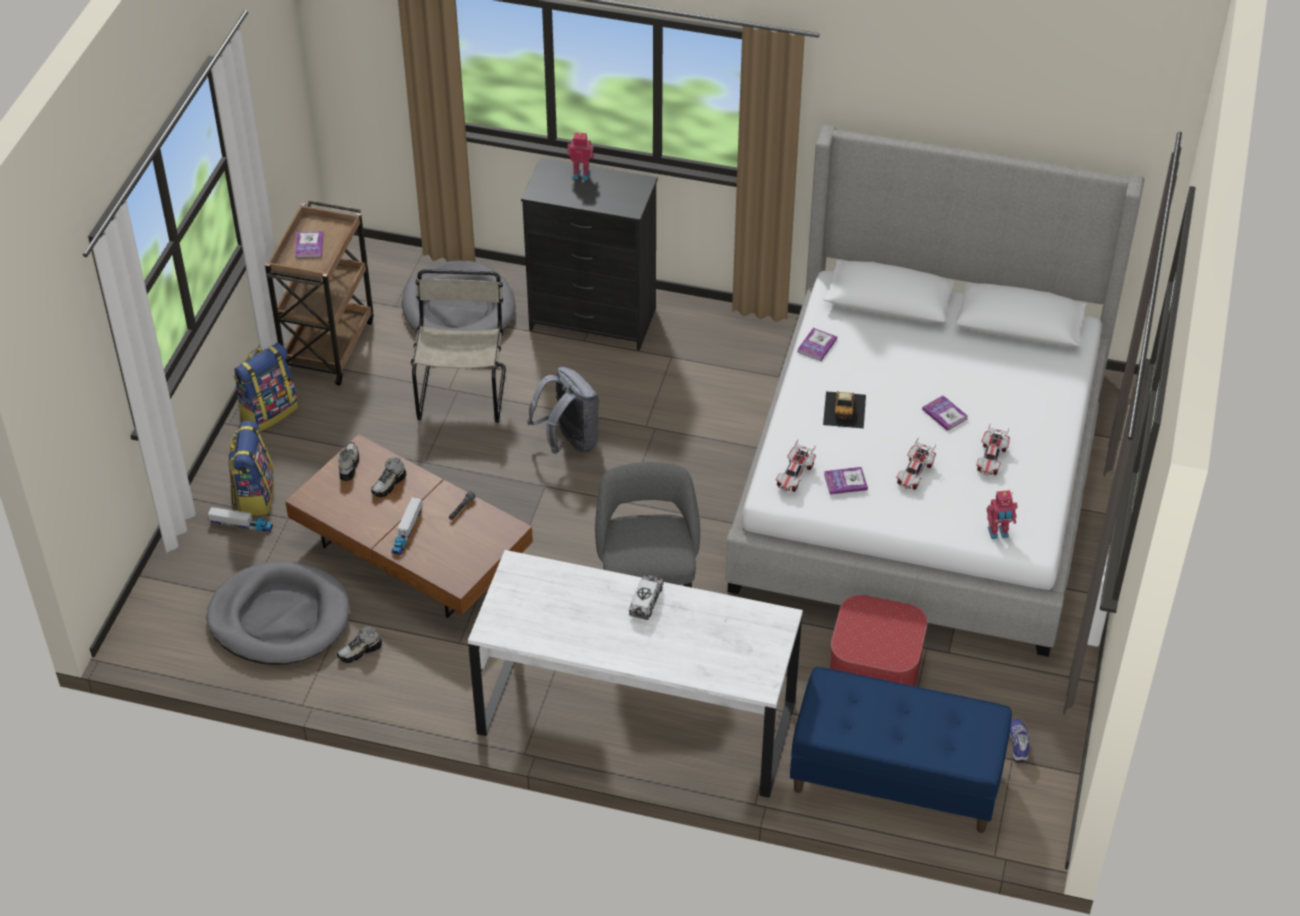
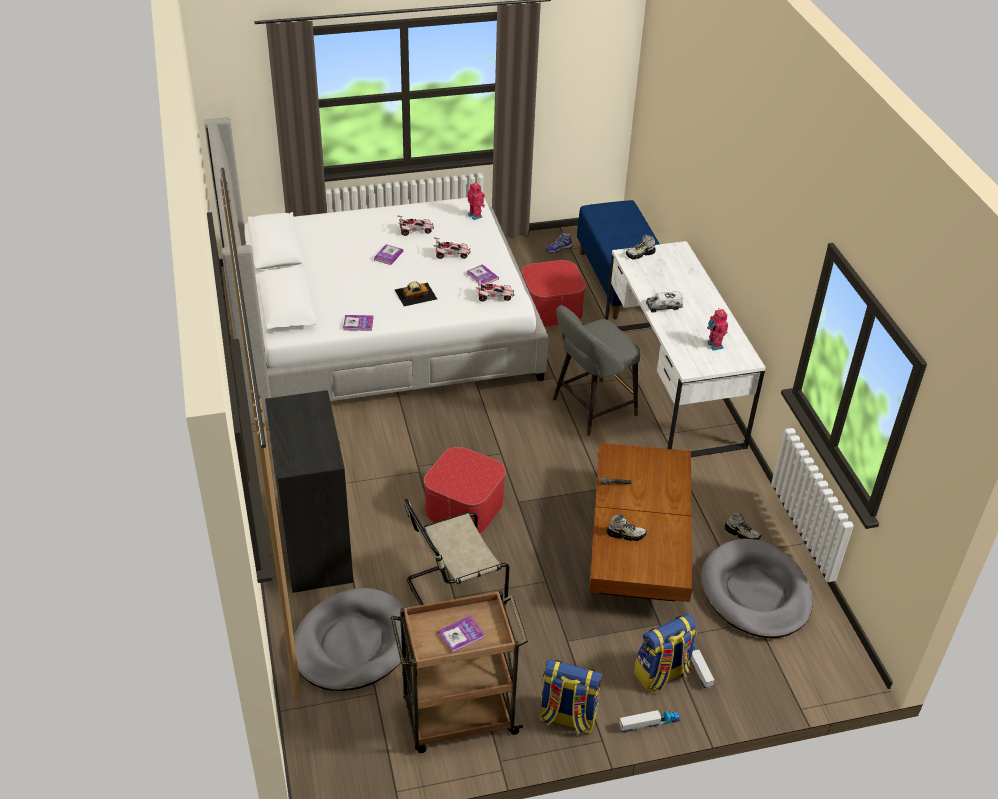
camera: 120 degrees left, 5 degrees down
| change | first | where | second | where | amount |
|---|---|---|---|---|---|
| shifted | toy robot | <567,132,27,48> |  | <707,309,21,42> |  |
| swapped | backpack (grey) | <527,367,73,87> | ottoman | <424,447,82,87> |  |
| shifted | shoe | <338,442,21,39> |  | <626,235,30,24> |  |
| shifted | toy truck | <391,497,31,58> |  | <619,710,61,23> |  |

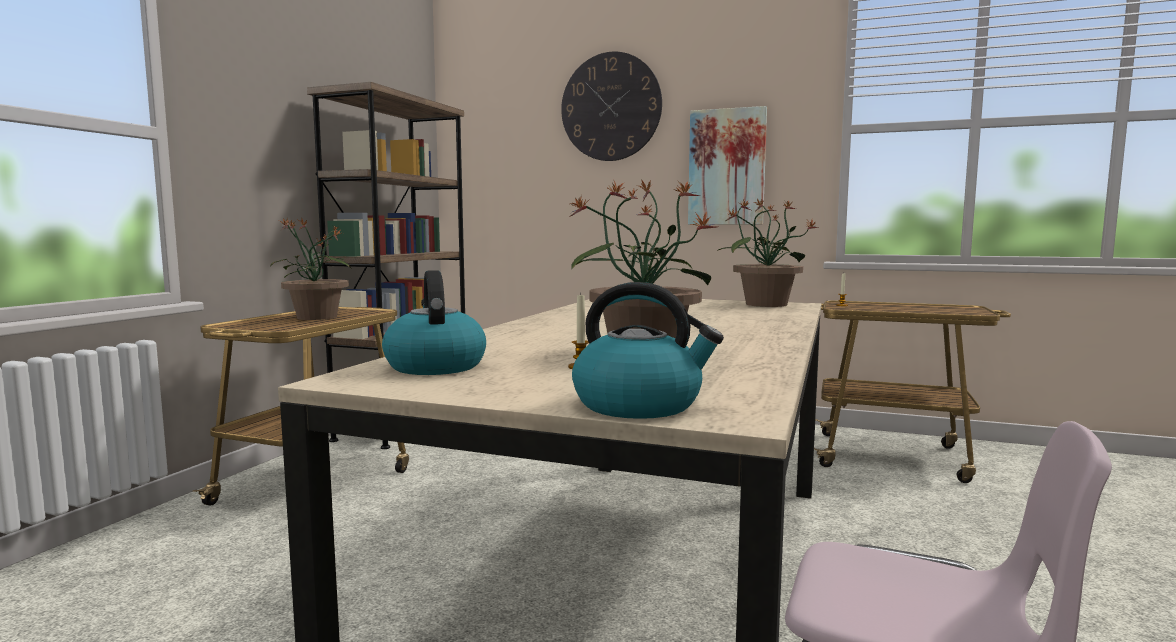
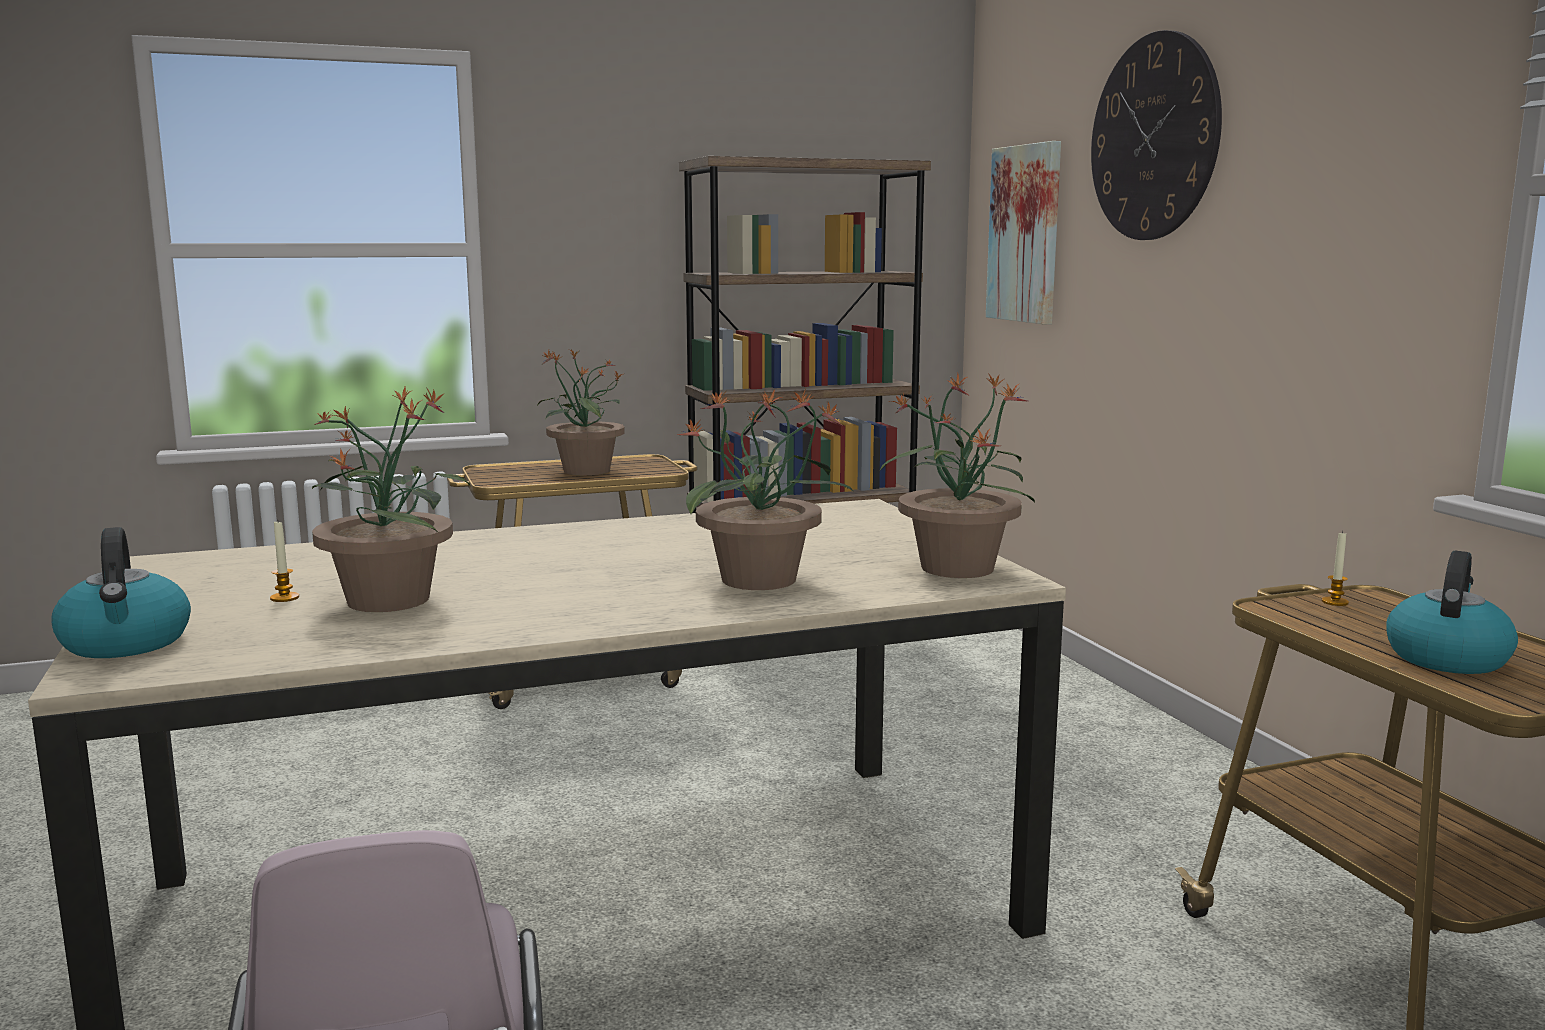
camera: 50 degrees right, 5 degrees up
| change | first | where | second | where | amount |
|---|---|---|---|---|---|
| shifted | picture | <688,106,79,119> |  | <986,141,75,183> |  |
| shifted | kettle | <382,270,104,105> |  | <1386,551,132,123> |  |
| new |  |  | potted plant | <677,389,177,201> |  |

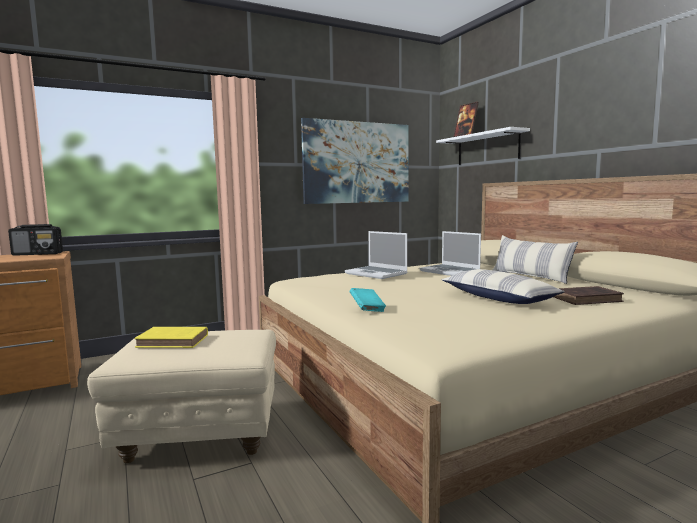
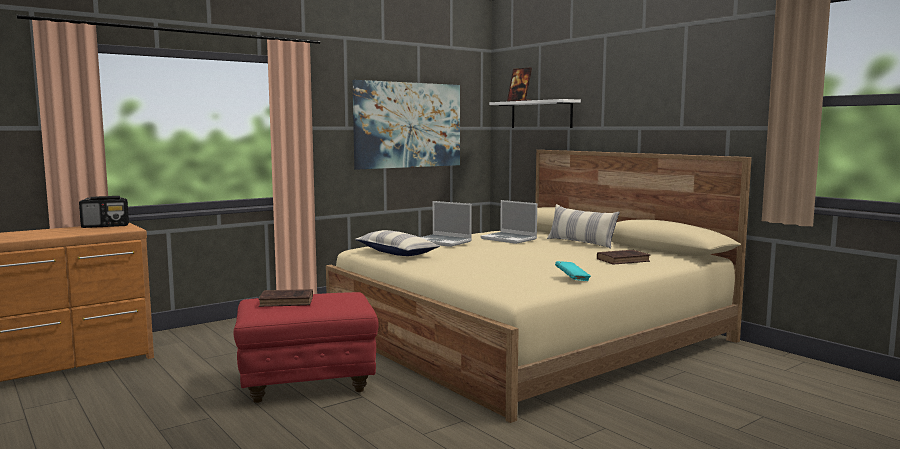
camera: 10 degrees left, 0 degrees up
| change | first | where | second | where | amount |
|---|---|---|---|---|---|
| shifted | pillow | <441,269,124,35> |  | <355,230,85,26> |  |
| shifted | book (turquoise) | <350,288,36,24> |  | <555,261,36,20> |  |
| repainted | book (yellow) | <134,327,74,21> | book (brown) | <259,289,54,18> |  |
| repainted | ottoman (beige) | <87,330,189,133> | ottoman (red) | <234,292,145,111> |  |

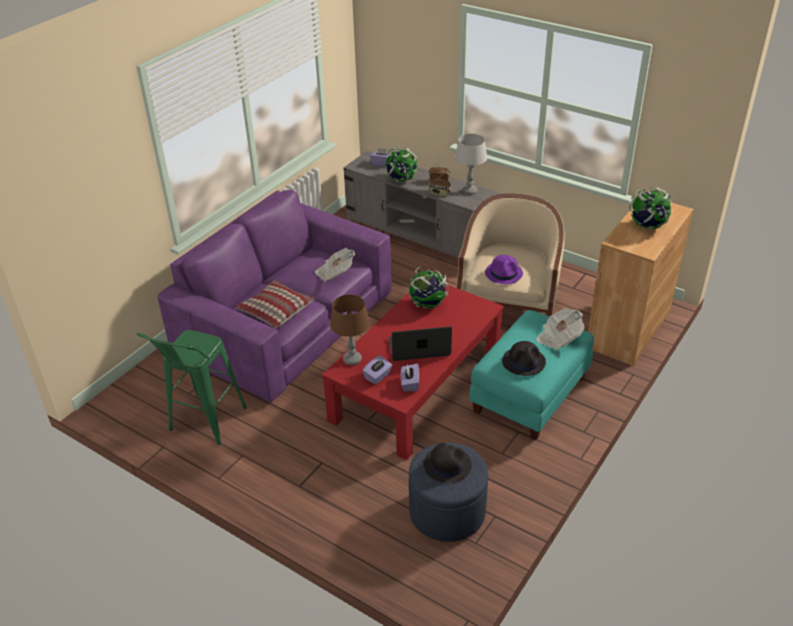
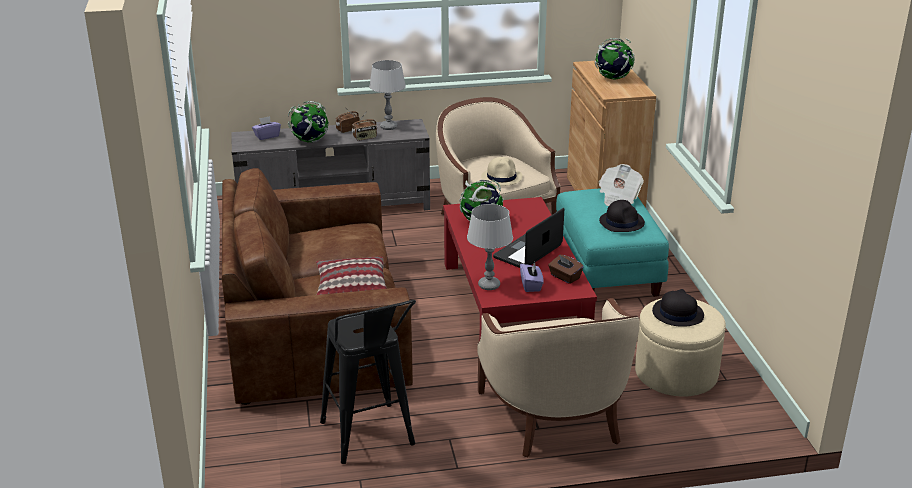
camera: 45 degrees left, 10 degrees down
| change | first | where | second | where | amount |
|---|---|---|---|---|---|
| repainted | sofa (purple) | <157,190,235,212> | sofa (brown) | <222,168,191,237> |  |
| gone | newspaper | <315,248,40,34> |  |  |  |
| repainted | hat (purple) | <485,255,38,29> | hat (beige) | <481,157,42,29> |  |
| repainted | table lamp (brown) | <330,294,40,71> | table lamp (grey) | <467,204,46,86> |  |
| repainted | stool (green) | <137,330,110,115> | stool (black) | <320,300,96,164> |  |
| repainted | tissue box (purple) | <401,364,18,27> | tissue box (brown) | <548,255,36,29> |  |
| repainted | ottoman (blue) | <409,443,79,99> | ottoman (beige) | <635,298,91,99> |  |
| new |  |  | armchair (beige) | <477,298,163,160> |  |

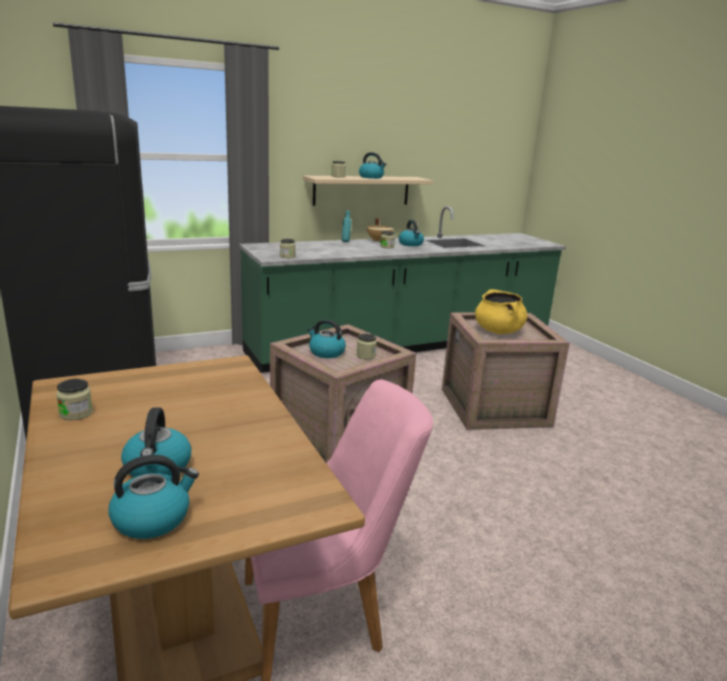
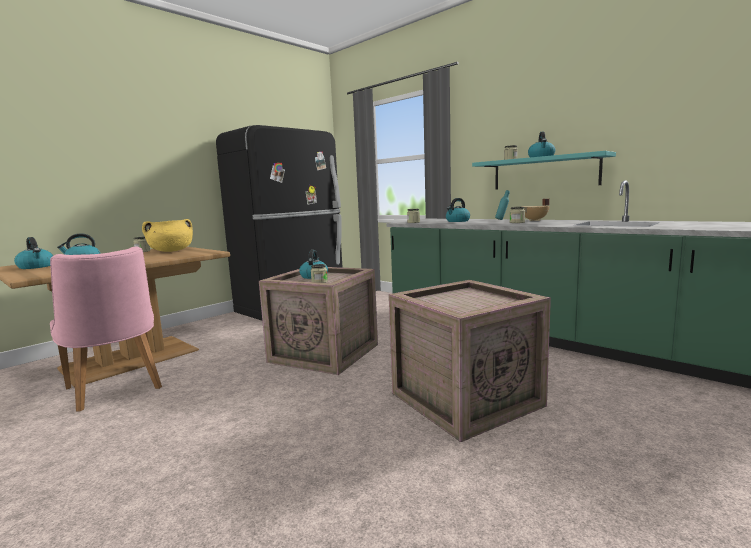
camera: 70 degrees right, 10 degrees down
| change | first | where | second | where | amount |
|---|---|---|---|---|---|
| repainted | shelf (beige) | <303,176,130,30> | shelf (turquoise) | <472,151,144,39> |  |
| shifted | kettle | <399,220,25,26> |  | <446,198,24,24> |  |
| shifted | cooking pot (yellow) | <475,289,52,45> |  | <142,219,51,33> |  |

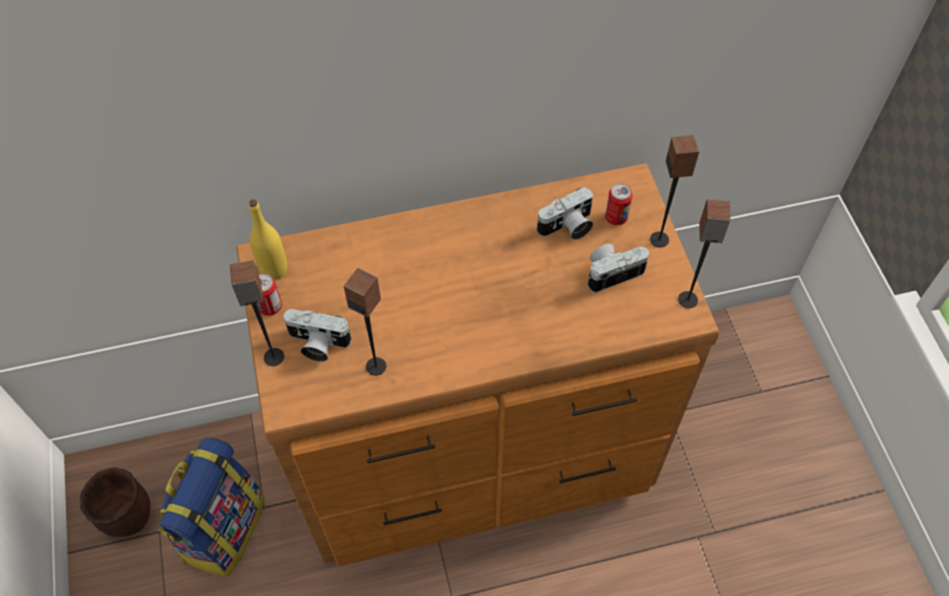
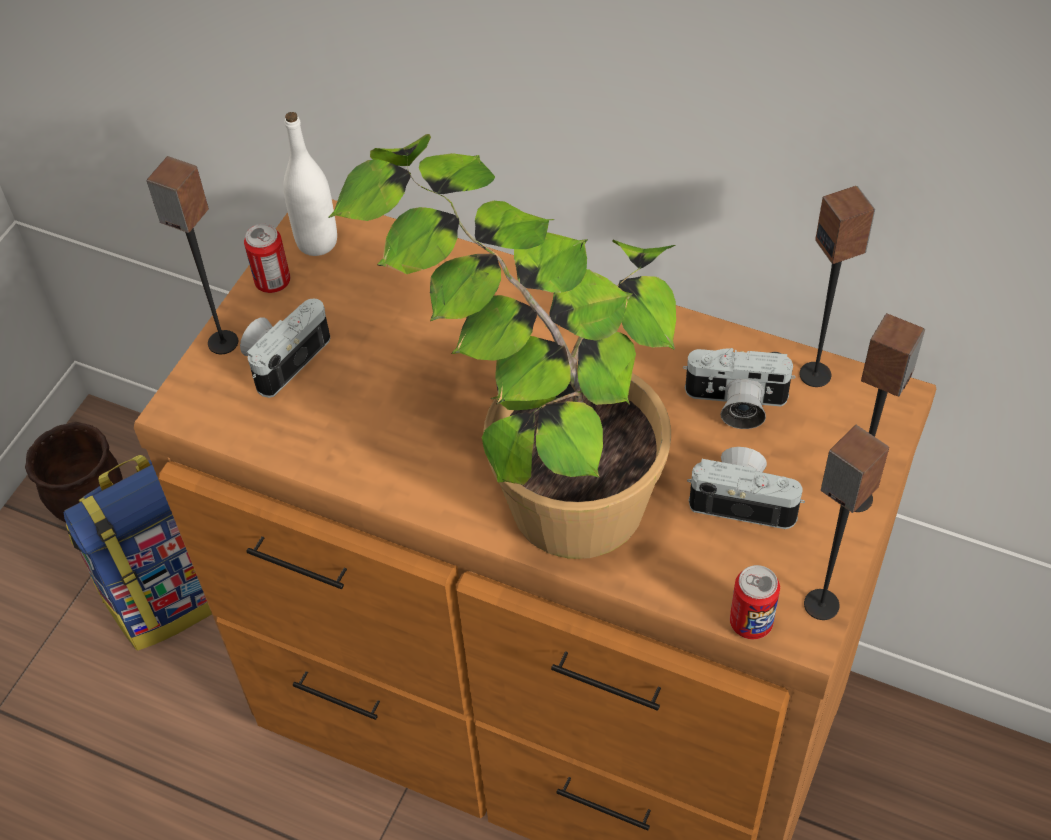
camera: 40 degrees right, 5 degrees down
| change | first | where | second | where | amount |
|---|---|---|---|---|---|
| shifted | can | <605,184,28,41> |  | <730,565,50,74> |  |
| repainted | bottle (yellow) | <249,200,38,80> | bottle (white) | <283,112,54,144> |  |
| shifted | speaker | <344,268,42,108> |  | <799,186,76,201> |  |
| rotated | photo camera | <283,309,68,53> |  | <240,299,90,99> | 75 degrees clockwise |
| new |  |  | potted plant | <329,134,347,425> |  |

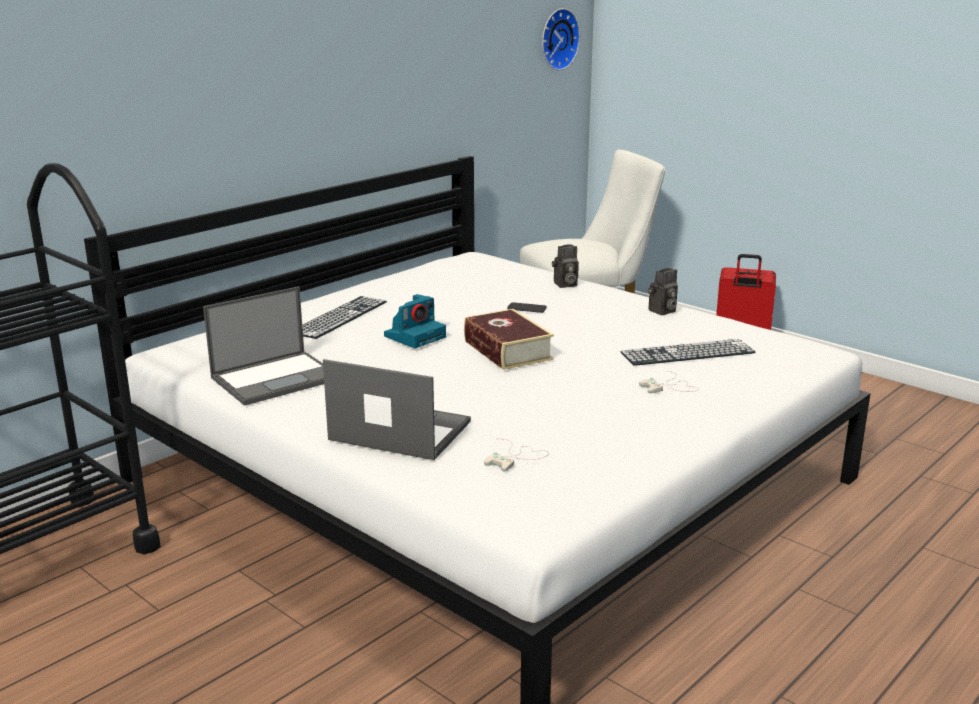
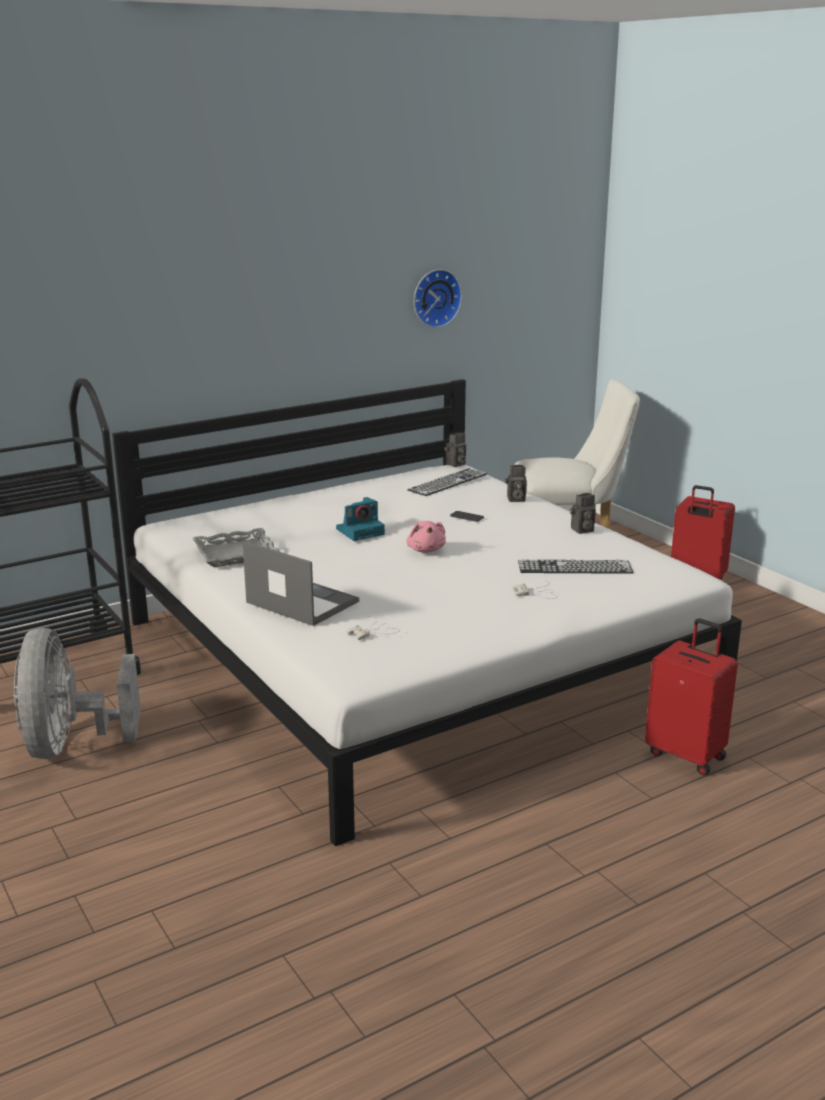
camera: 15 degrees right, 0 degrees up
| change | first | where | second | where | amount |
|---|---|---|---|---|---|
| shifted | wall clock | <542,8,38,62> |  | <414,269,48,59> |  |
| swapped | laptop | <203,286,121,120> | tray (grey) | <192,528,88,39> |  |
| shifted | keyboard | <302,296,85,43> |  | <407,468,80,28> |  |
| swapped | book | <464,309,90,61> | plush toy (pink) | <406,521,40,32> |  |
| new |  |  | photo camera | <444,432,22,35> |  |
| new |  |  | suitcase (red) | <645,618,93,157> |  |
| new |  |  | fan (grey) | <13,628,128,131> |  |

